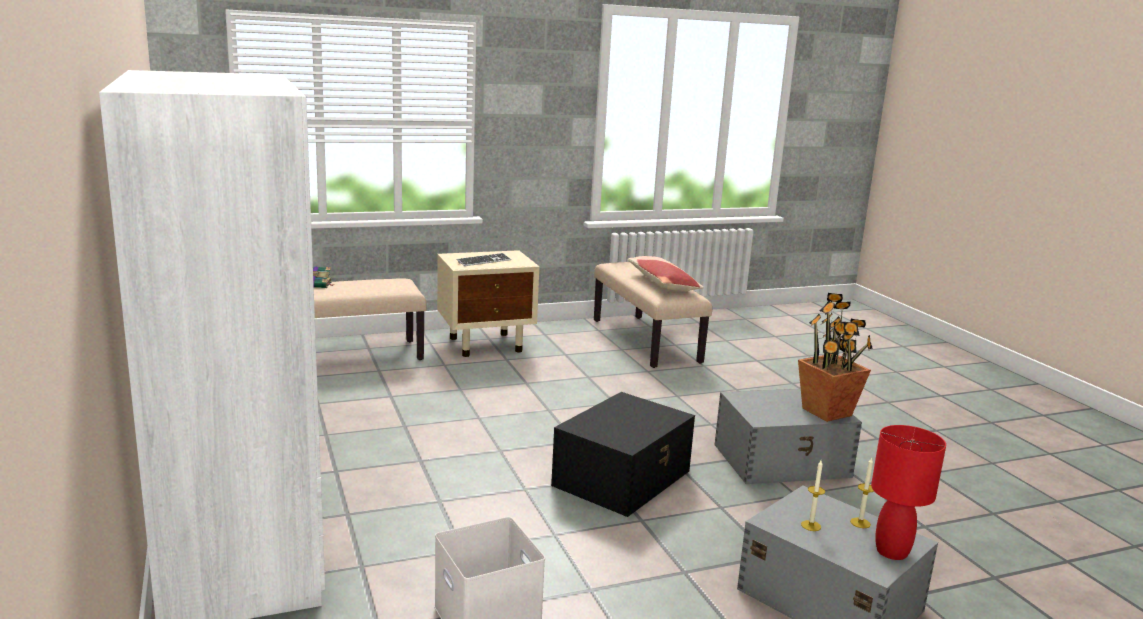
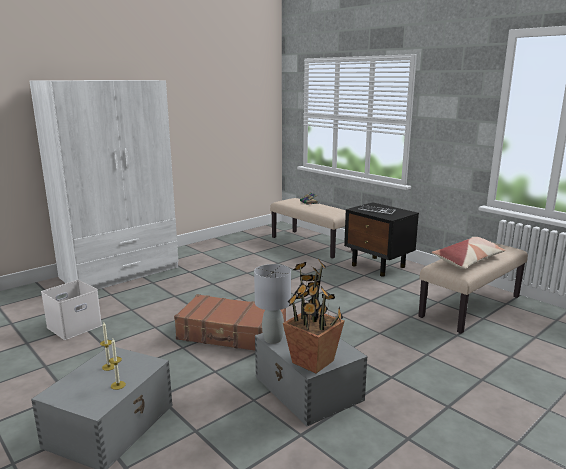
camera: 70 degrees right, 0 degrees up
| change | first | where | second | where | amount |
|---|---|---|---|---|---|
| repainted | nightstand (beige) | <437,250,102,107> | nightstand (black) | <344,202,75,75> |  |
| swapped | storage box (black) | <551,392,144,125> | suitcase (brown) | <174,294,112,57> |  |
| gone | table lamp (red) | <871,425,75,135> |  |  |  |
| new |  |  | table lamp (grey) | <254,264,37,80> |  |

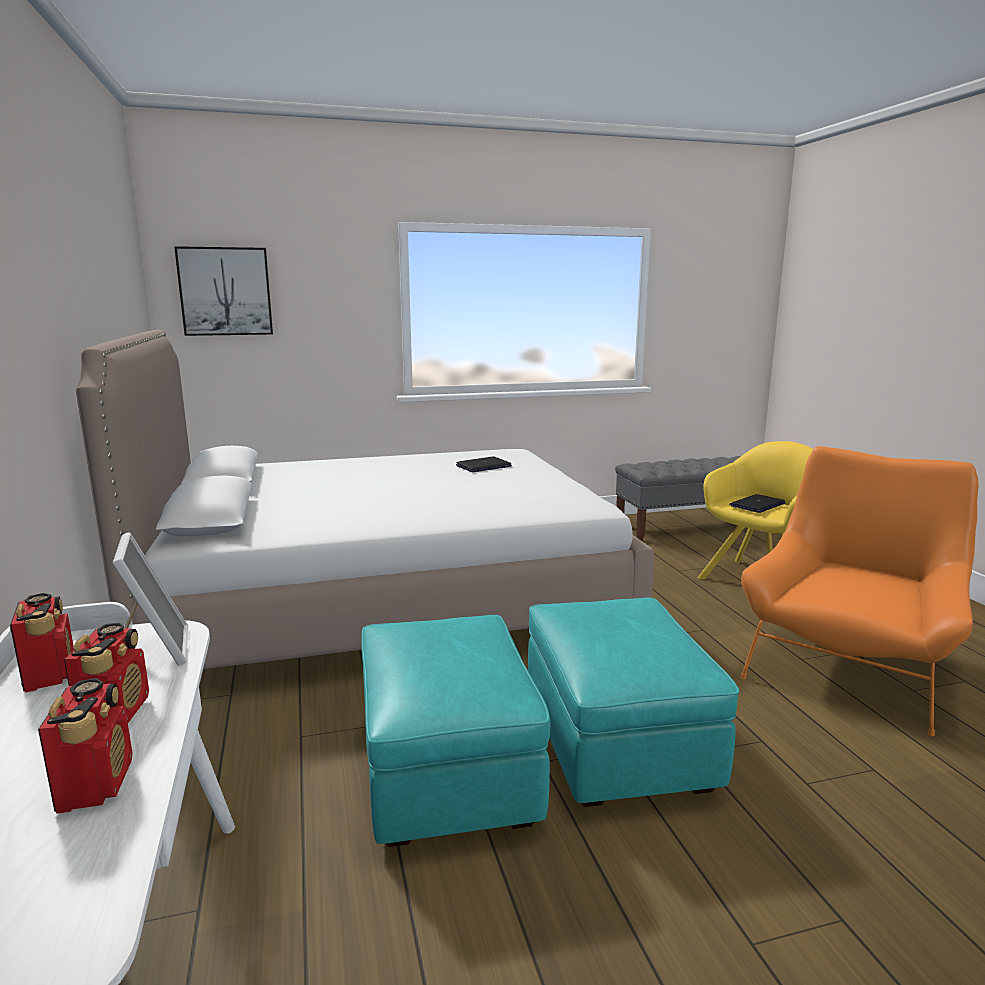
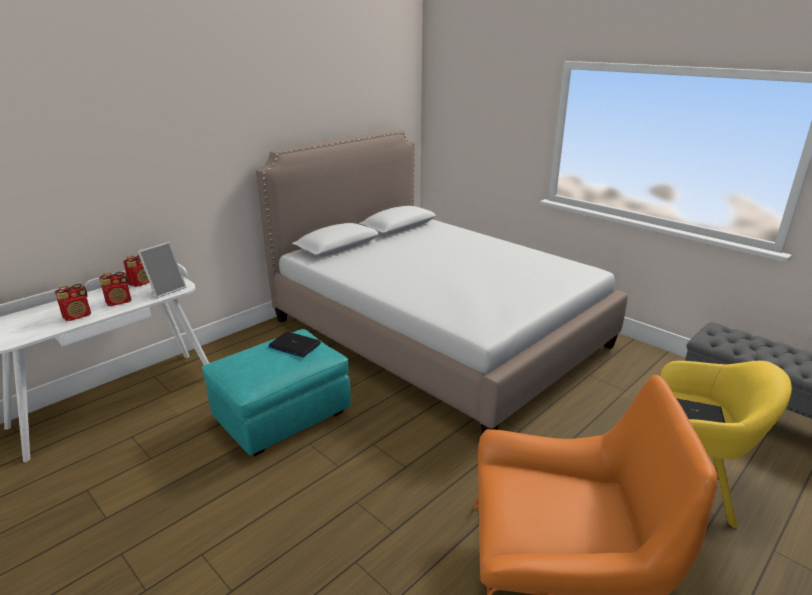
camera: 60 degrees right, 10 degrees up
| change | first | where | second | where | amount |
|---|---|---|---|---|---|
| gone | picture | <174,246,99,90> |  |  |  |
| shifted | laptop | <456,456,56,16> |  | <268,331,53,26> |  |
| gone | ottoman (turquoise) | <528,598,211,209> |  |  |  |

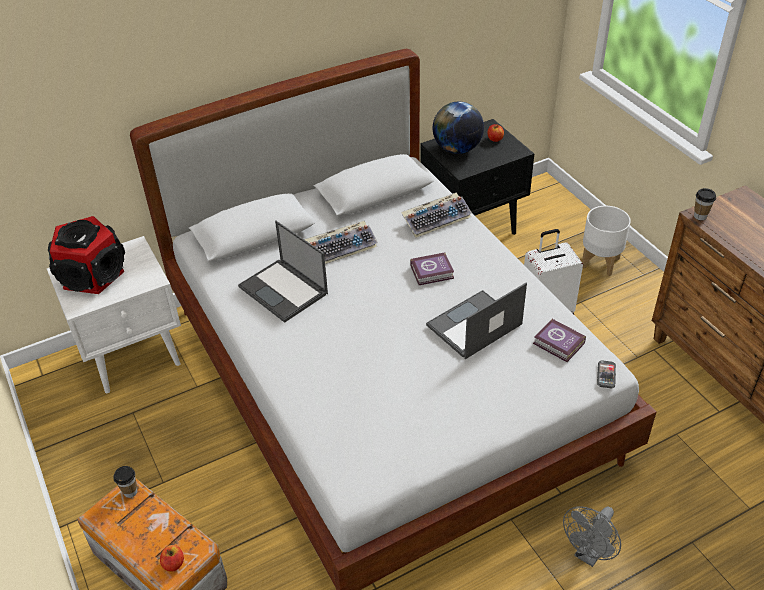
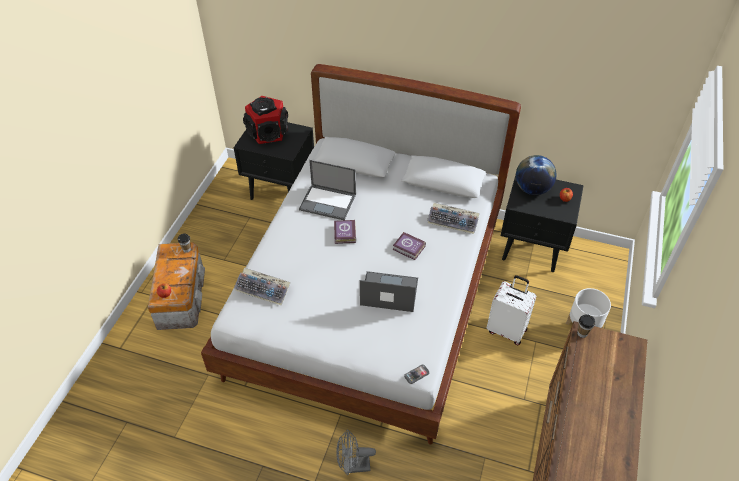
camera: 45 degrees right, 5 degrees up
| change | first | where | second | where | amount |
|---|---|---|---|---|---|
| rotated | laptop | <238,221,90,102> |  | <299,160,57,60> | 75 degrees counterclockwise |
| shifted | keyboard | <304,221,74,43> |  | <234,268,56,37> |  |
| repainted | nightstand (white) | <47,236,134,157> | nightstand (black) | <234,122,80,78> |  |
| shifted | book | <533,319,53,43> |  | <334,219,22,25> |  |

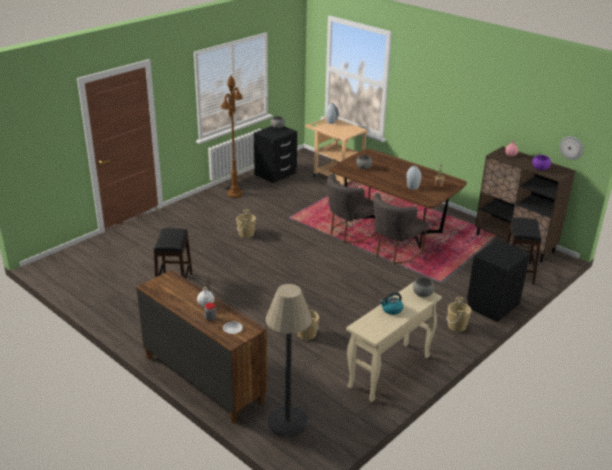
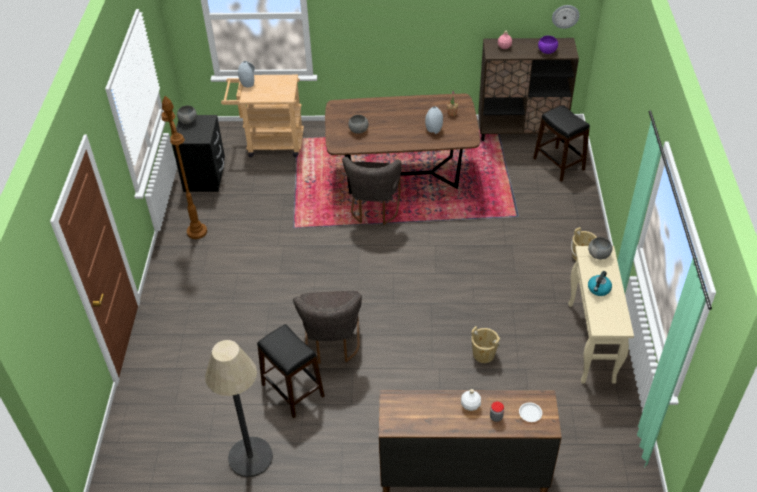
camera: 40 degrees left, 15 degrees up
| change | first | where | second | where | amount |
|---|---|---|---|---|---|
| shifted | chair (grey) | <373,193,55,71> |  | <293,291,69,73> |  |
| gone | bucket (beige) | <236,210,20,28> |  |  |  |
| gone | nightstand (black) | <467,239,63,83> |  |  |  |
| shifted | floor lamp | <266,284,46,153> |  | <205,340,68,137> |  |

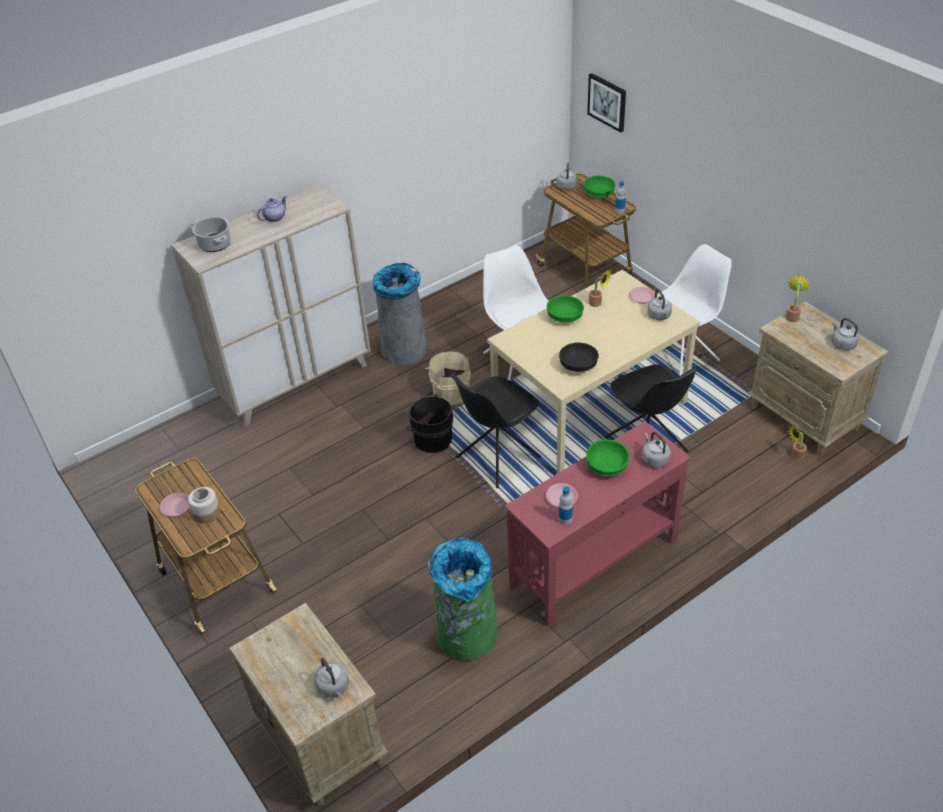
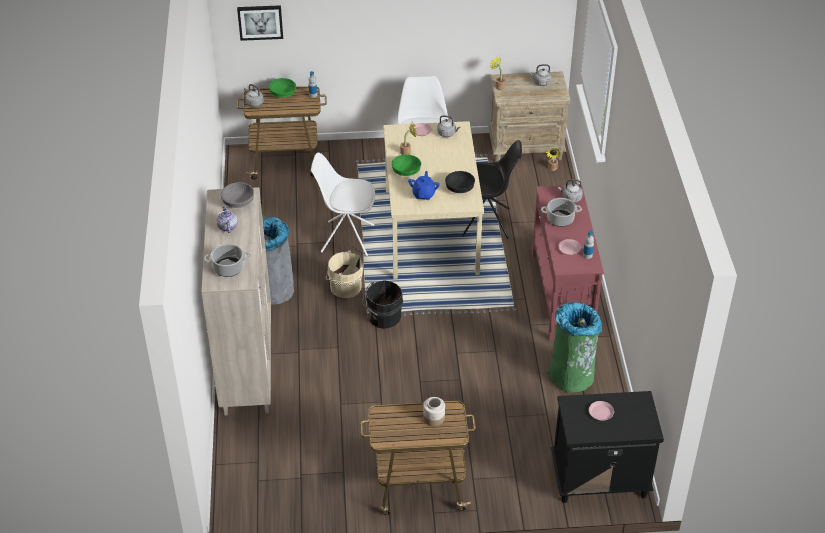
camera: 60 degrees left, 0 degrees up
| change | first | where | second | where | amount |
|---|---|---|---|---|---|
| gone | chair (black) | <451,373,90,115> |  |  |  |
| swapped | bowl (green) | <586,440,44,36> | cooking pot | <541,198,41,29> |  |
| shifted | plate (pink) | <160,493,30,24> |  | <589,401,25,20> |  |
| repainted | nightstand (beige) | <229,603,159,203> | nightstand (black) | <551,391,113,112> |  |
| gone | kettle (grey) | <315,658,34,40> |  |  |  |
| new |  |  | teapot (blue) | <408,171,32,29> |  |
| new |  |  | bowl (grey) | <221,182,33,26> |  |

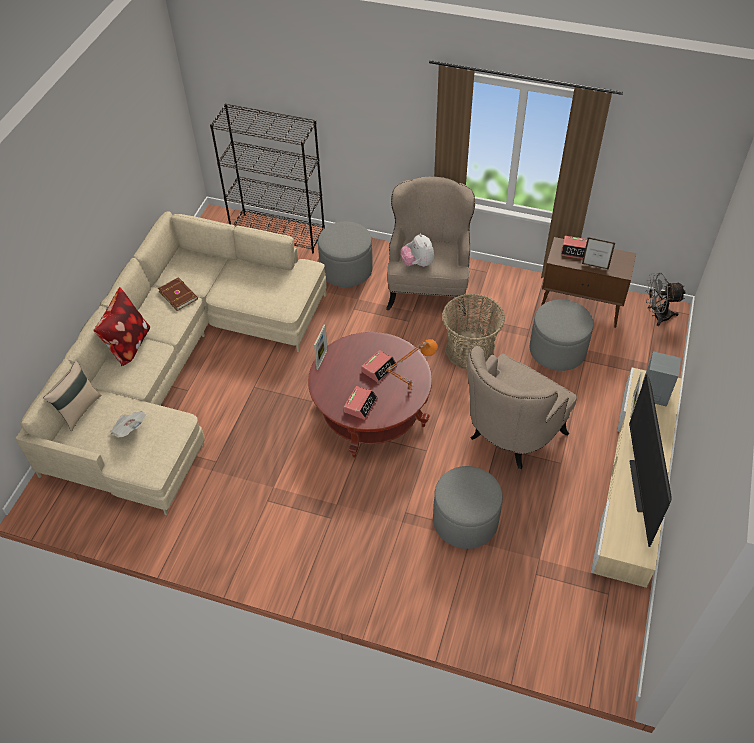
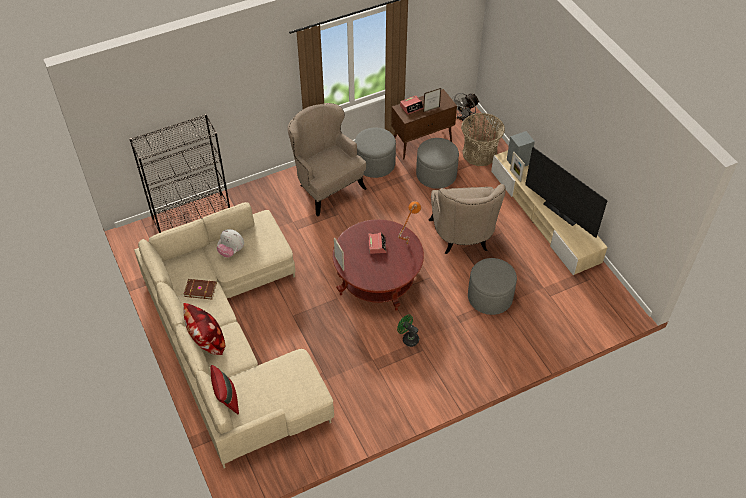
camera: 45 degrees left, 0 degrees up
| change | first | where | second | where | amount |
|---|---|---|---|---|---|
| shifted | ottoman (grey) | <318,222,55,65> |  | <355,127,41,51> |  |
| shifted | plush toy | <400,233,34,34> |  | <217,229,27,29> |  |
| shifted | basket | <442,294,63,75> |  | <461,113,44,53> |  |
| repainted | pillow (beige) | <43,361,58,70> | pillow (red) | <211,365,28,50> |  |
| gone | alarm clock | <344,386,34,34> |  |  |  |
| gone | newspaper | <110,411,36,26> |  |  |  |
| new |  |  | fan (green) | <397,315,22,32> |  |

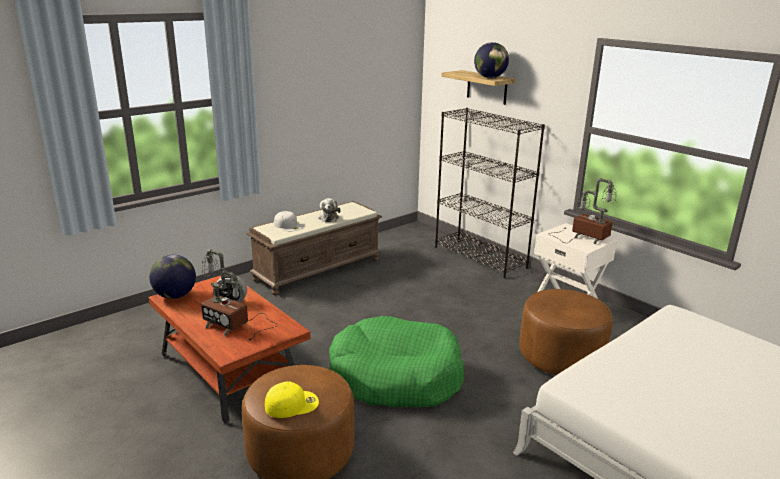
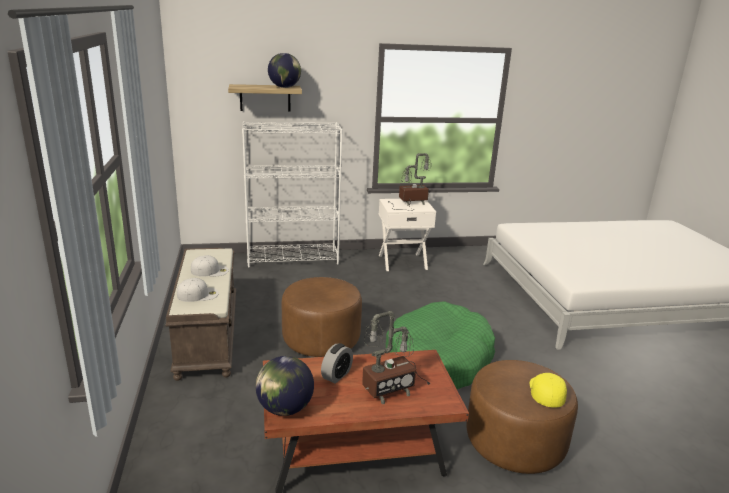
camera: 60 degrees left, 0 degrees up
| change | first | where | second | where | amount |
|---|---|---|---|---|---|
| repainted | bookcase (black) | <435,108,110,170> | bookcase (white) | <242,121,101,147> |  |
| swapped | plush toy | <318,198,23,24> | cap (white) | <191,255,38,22> |  |
| shifted | ottoman (brown) | <519,289,94,86> |  | <282,277,80,80> |  |

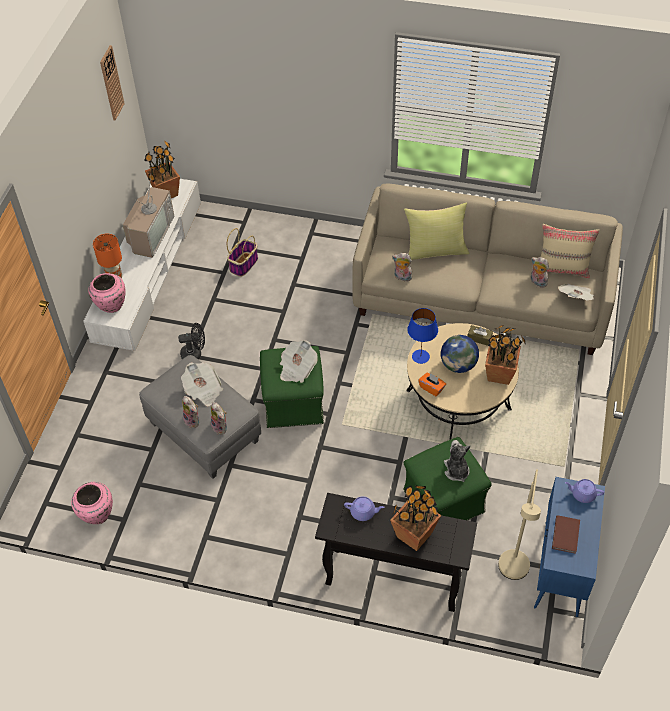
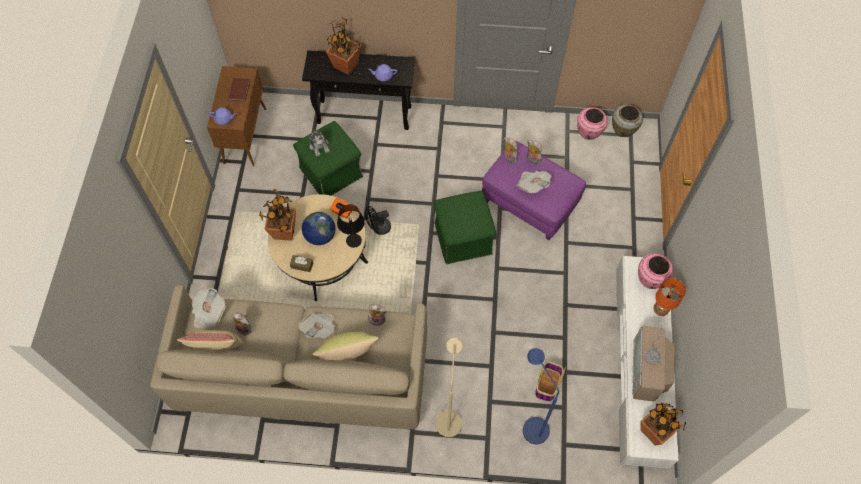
camera: 170 degrees right, 10 degrees up
| change | first | where | second | where | amount |
|---|---|---|---|---|---|
| gone | wall clock | <100,45,25,75> |  |  |  |
| repainted | table lamp (blue) | <407,308,31,56> | table lamp (black) | <337,204,28,44> |  |
| shifted | fan (black) | <178,323,27,37> |  | <365,206,26,29> |  |
| shifted | newspaper | <280,340,38,43> |  | <299,312,37,26> |  |
| repainted | ottoman (grey) | <139,355,122,124> | ottoman (purple) | <482,141,104,99> |  |
| shifted | floor lamp (beige) | <498,469,43,111> |  | <436,337,27,101> |  |
| repainted | cabinet (blue) | <534,477,71,140> | cabinet (brown) | <207,66,59,100> |  |
| new |  |  | vase (beige) | <612,105,31,32> |  |
| new |  |  | floor lamp (blue) | <523,348,36,96> |  |

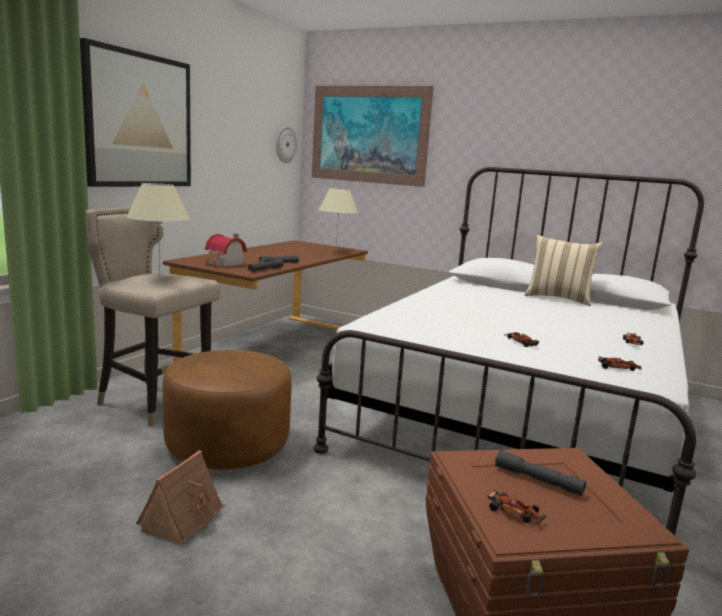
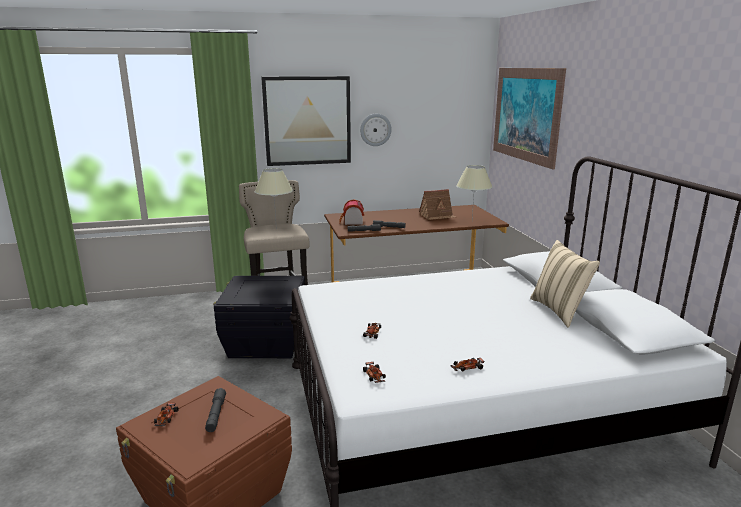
camera: 50 degrees right, 5 degrees up
| change | first | where | second | where | amount |
|---|---|---|---|---|---|
| shifted | wall clock | <276,126,21,37> |  | <360,114,32,32> |  |
| swapped | ottoman (brown) | <162,350,130,119> | storage box (black) | <213,276,92,82> |  |
| shifted | toy house | <136,450,90,95> |  | <419,189,37,31> |  |

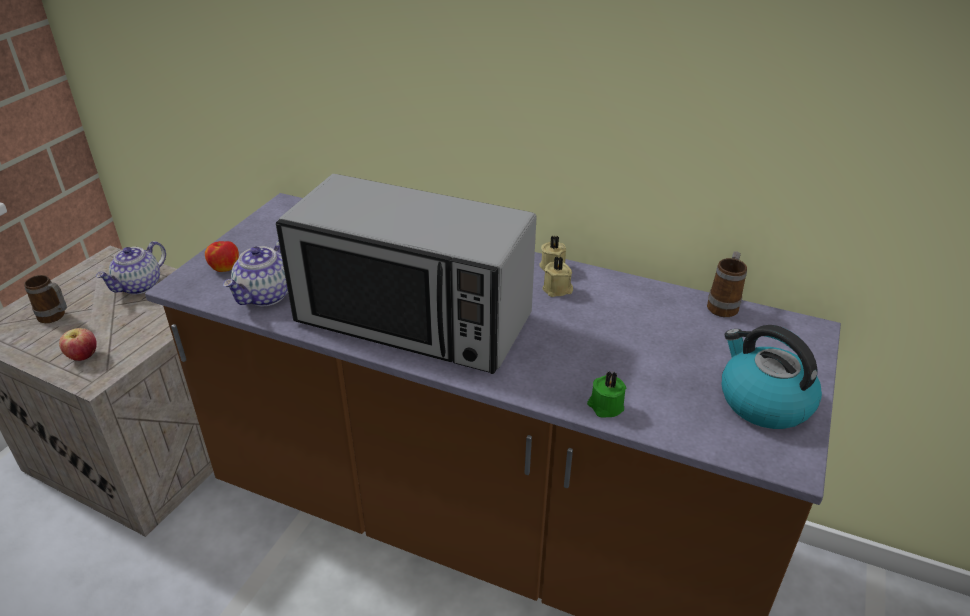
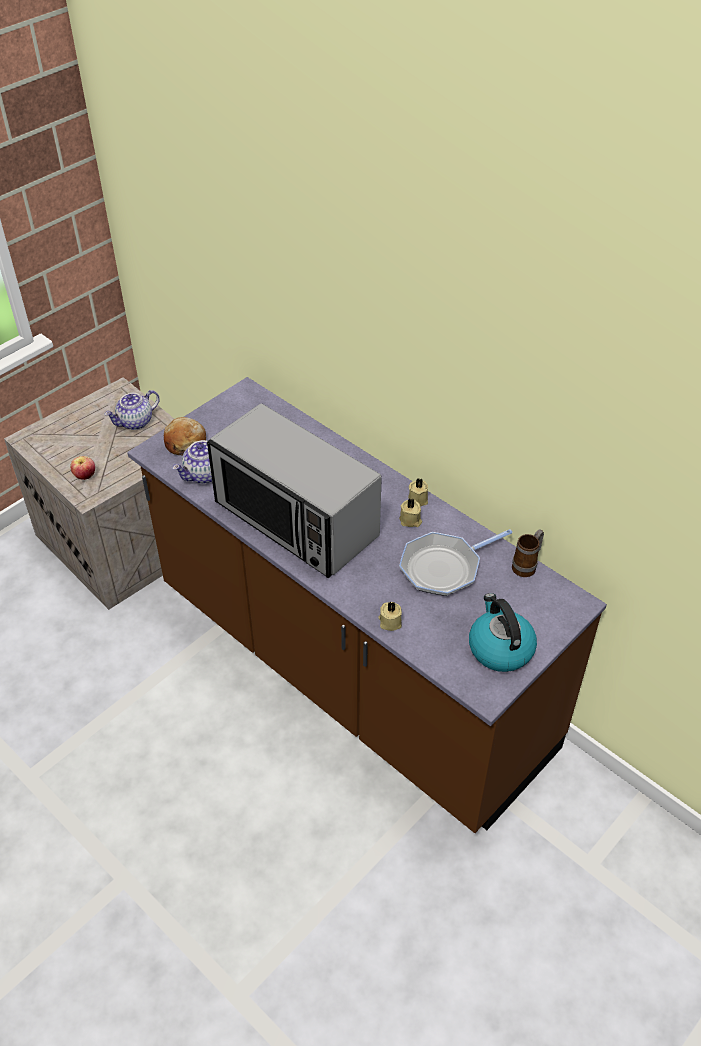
camera: 20 degrees right, 10 degrees up
| change | first | where | second | where | amount |
|---|---|---|---|---|---|
| swapped | apple | <205,241,34,31> | bread | <164,417,42,38> |  |
| gone | mug | <24,275,43,48> |  |  |  |
| repainted | candle (green) | <587,372,39,46> | candle (beige) | <378,601,24,30> |  |
| new |  |  | frying pan | <399,529,113,67> |  |

